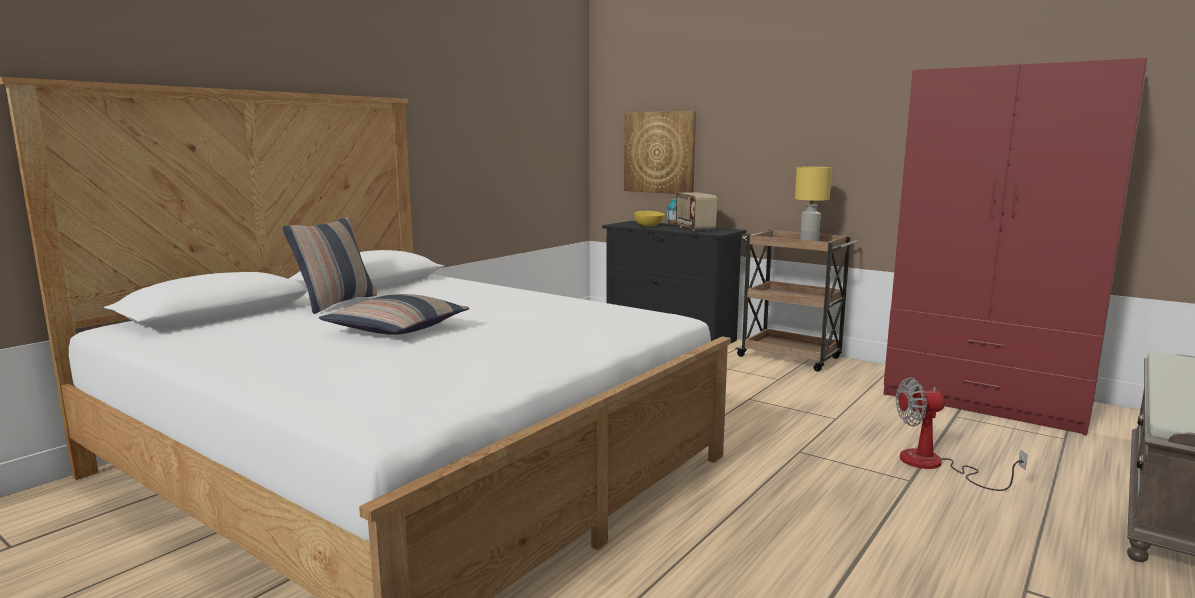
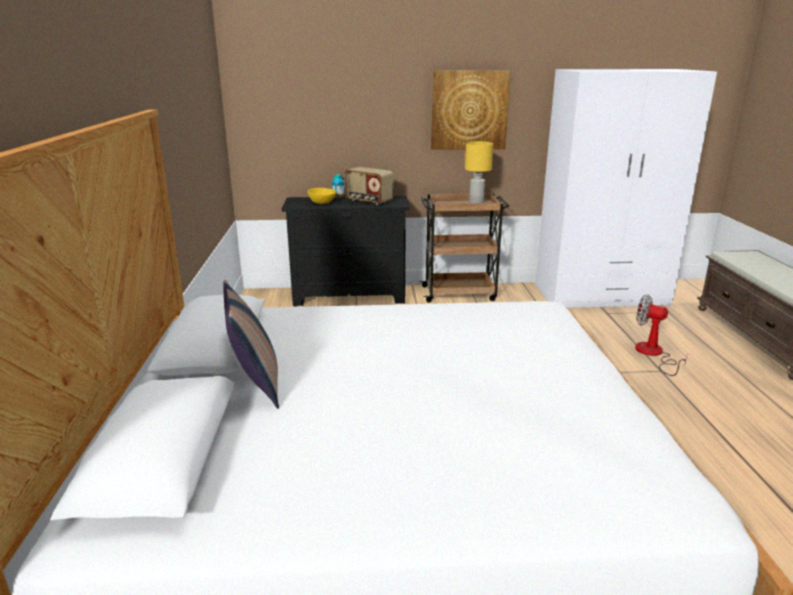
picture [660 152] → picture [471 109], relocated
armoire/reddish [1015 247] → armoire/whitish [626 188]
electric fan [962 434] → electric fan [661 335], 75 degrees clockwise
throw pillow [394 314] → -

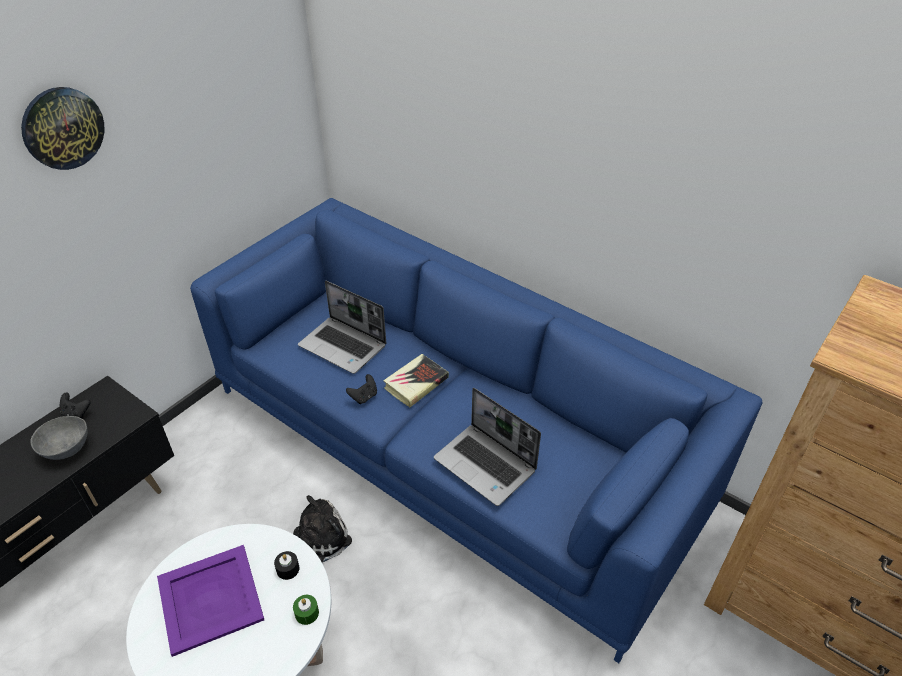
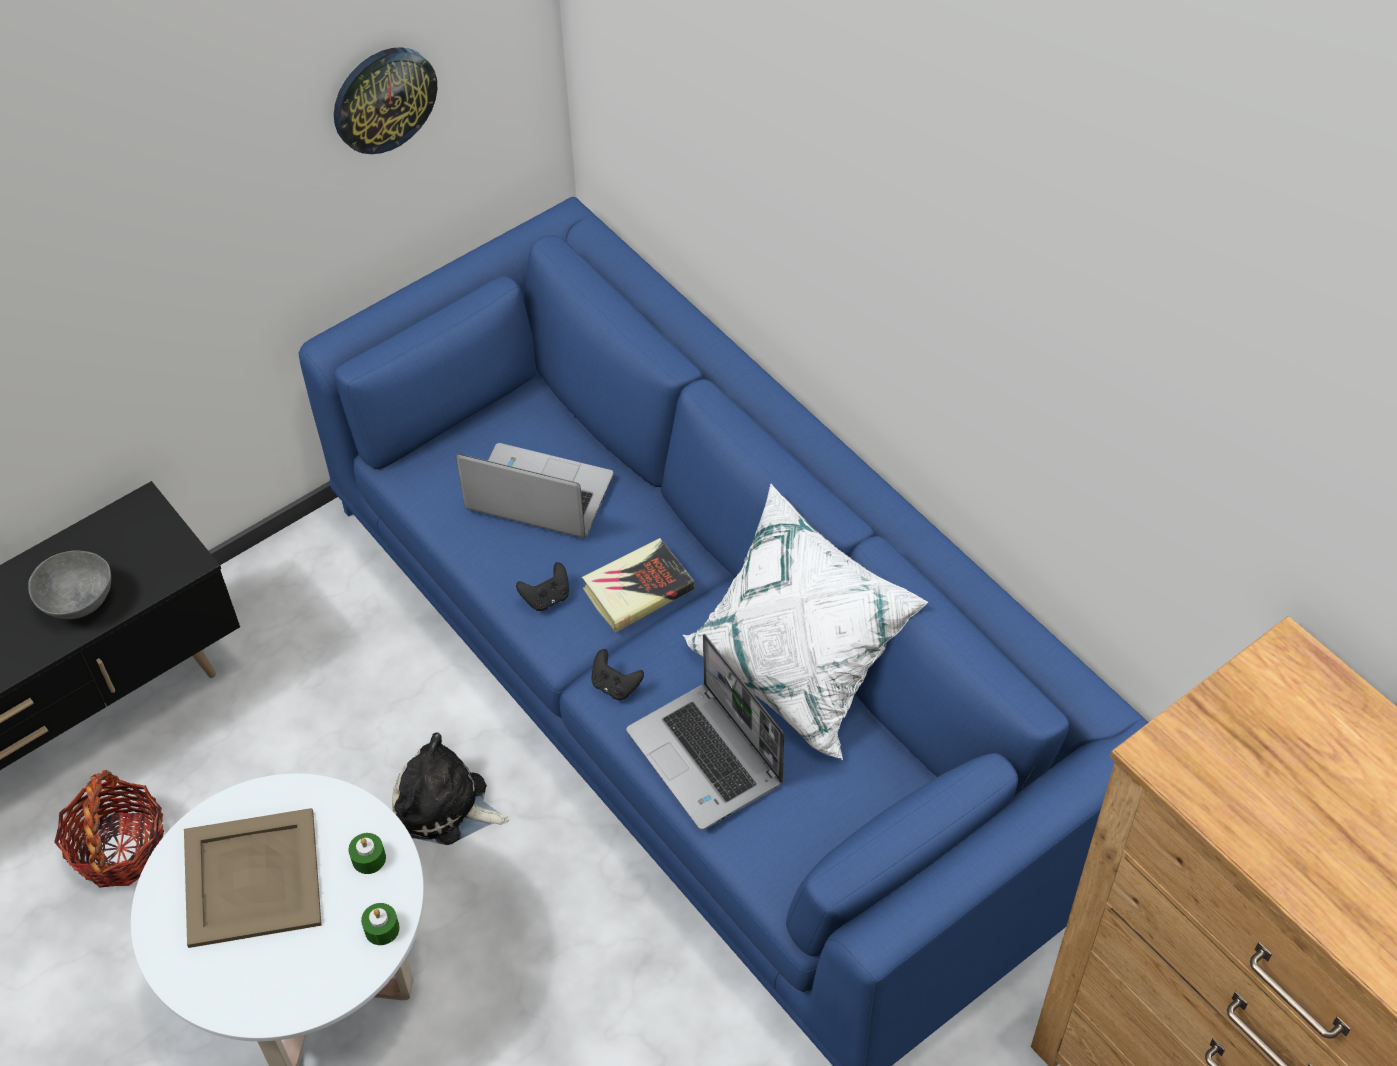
- → basket [109 829]
serving tray/purple-coloured [210 601] → serving tray/beige-coloured [253 878]
wall clock [62 128] → wall clock [385 100], relocated
wax candle/black [287 565] → wax candle/green-coloured [367 853]
plush toy [322 528] → plush toy [450 788], 135 degrees counterclockwise
laptop [342 327] → laptop [534 490], 150 degrees clockwise
gamepad/black [75 405] → gamepad/black [617 674], relocated
- → throw pillow/whitish [805 622]

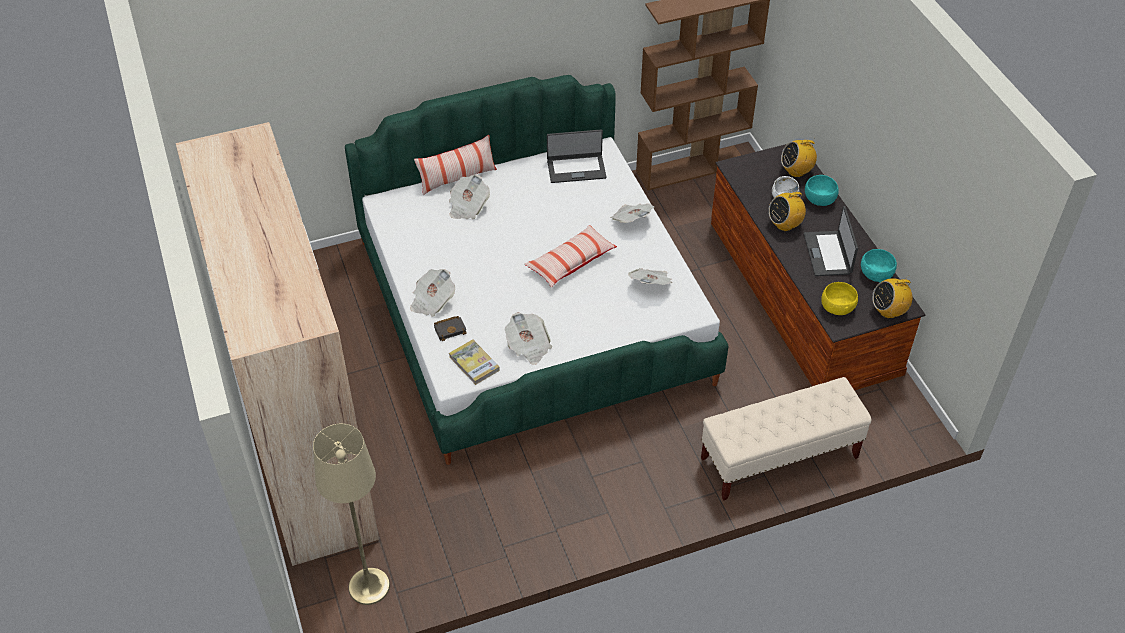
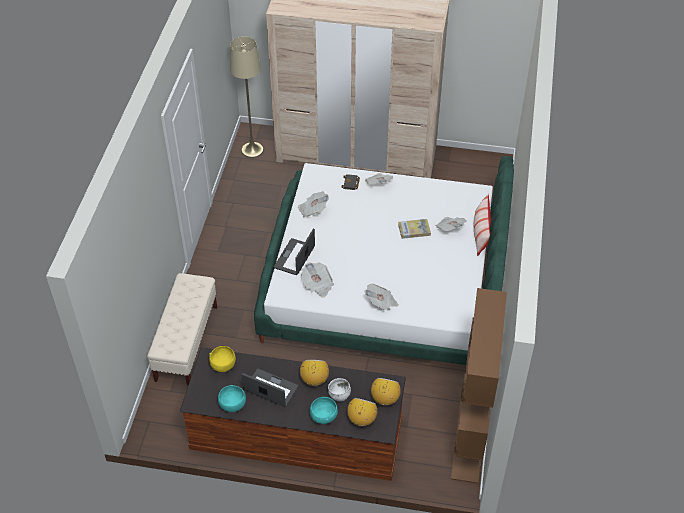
laptop [577 156] → laptop [294 251], relocated
radio set [892 298] → radio set [386 392], relocated
volume [474 362] → volume [414 229], relocated
throw pillow [570 256] → -

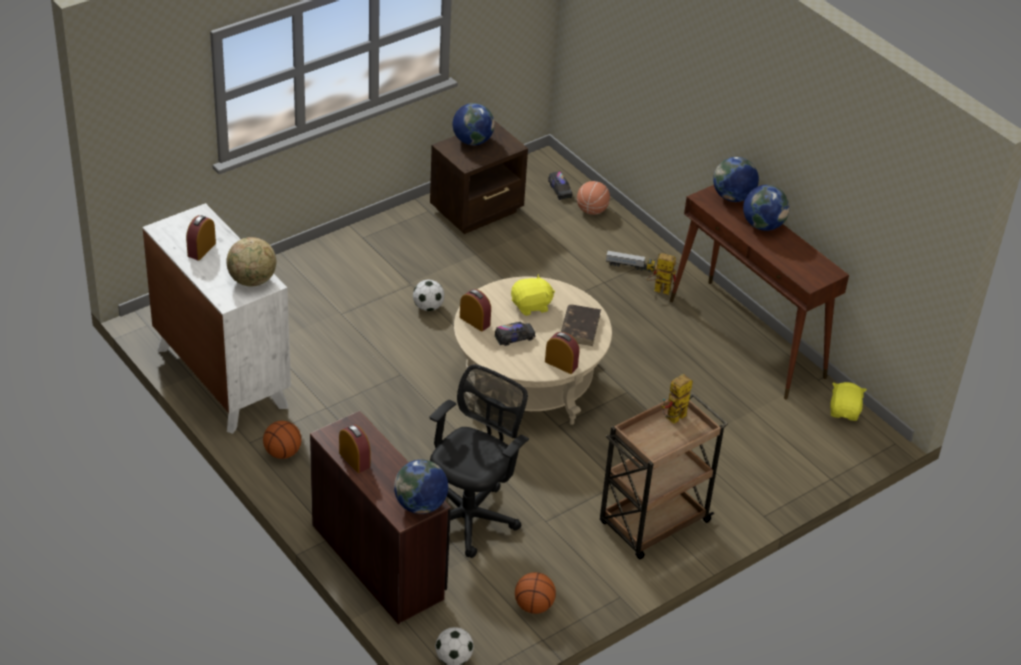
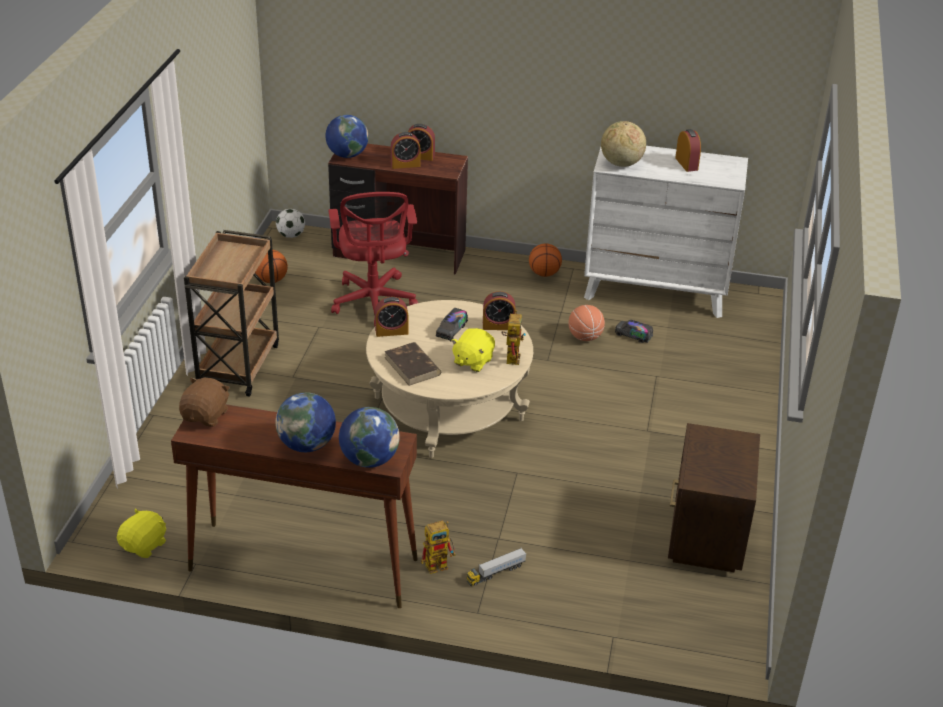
plush toy/yellow-coloured [848 401] → plush toy/yellow-coloured [141 533], 120 degrees counterclockwise
- → plush toy/brown [204 401]
office chair/black [479 461] → office chair/reddish [373 259]
- → alarm clock [406 150]
model robot [677 399] → model robot [513 337], relocated
basketball [593 198] → basketball [587 323], relocated
toy lorry [560 185] → toy lorry [634 331], relocated
ball for football [428 295] → -
globe [474 124] → -

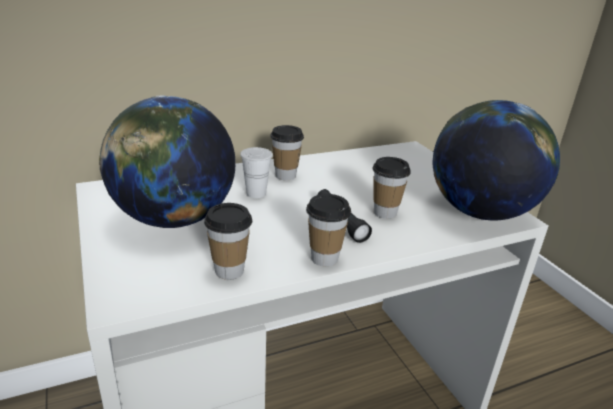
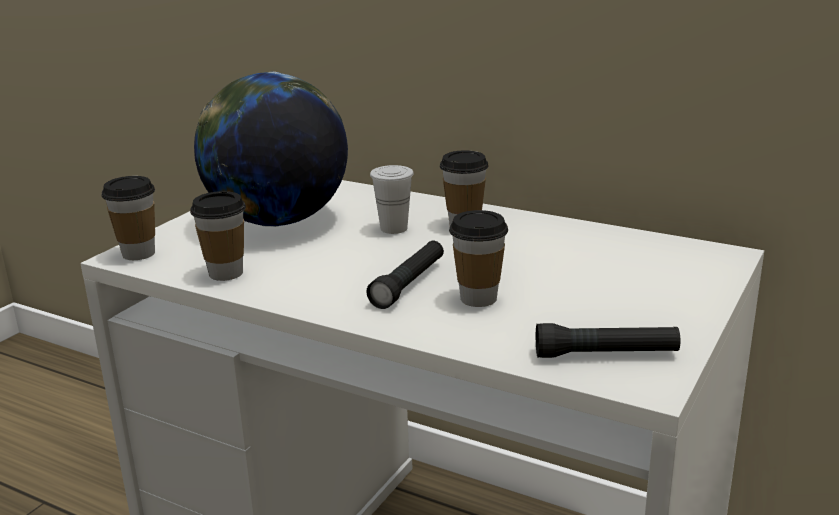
small cup [328 230] → small cup [128 218], relocated
globe [496 160] → hand torch/black [608 340]

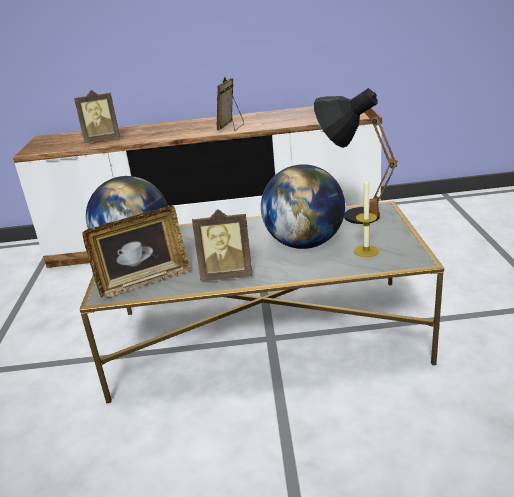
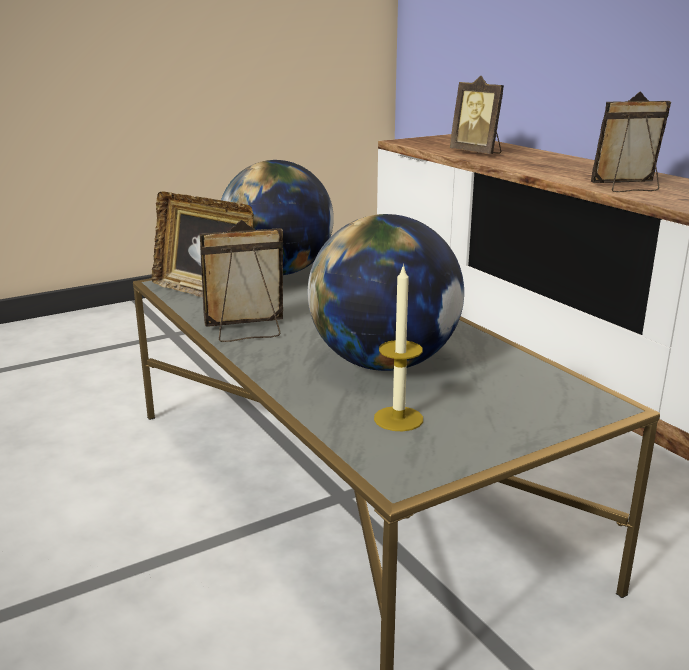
picture frame [222 245] → picture frame [241 281], 105 degrees clockwise
table lamp/black [356 156] → -

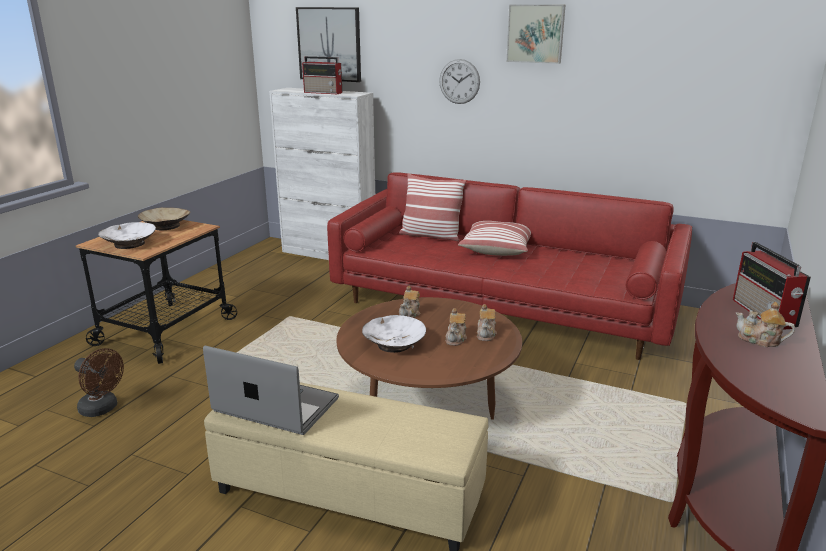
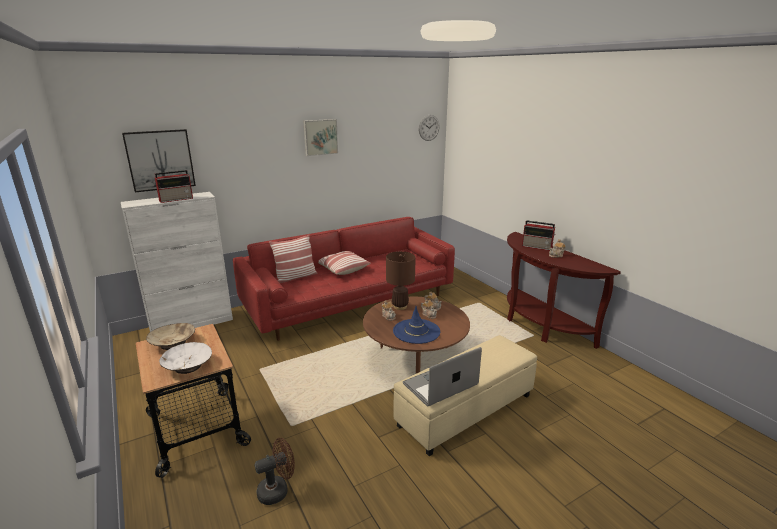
- → table lamp/brown [401 280]
deep dish/whitish [394 334] → wearable hat/blue-coloured [416 325]
wall clock [459 81] → wall clock [429 128], relocated

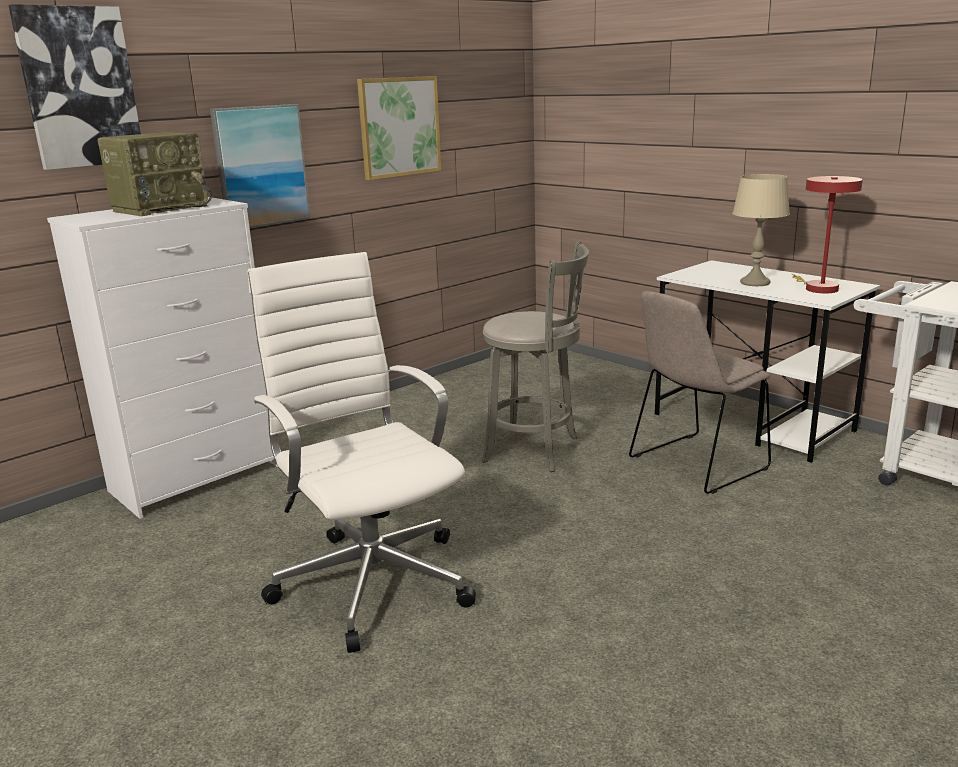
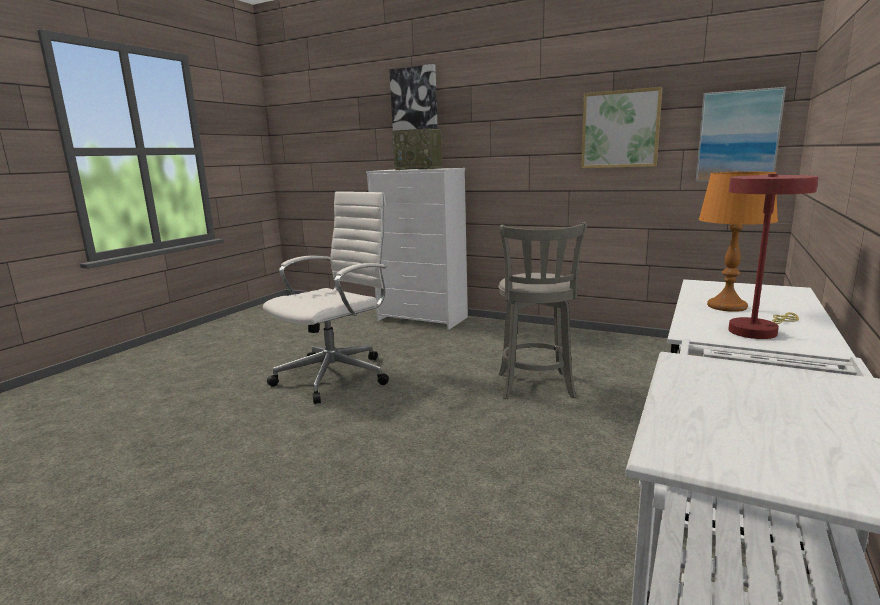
picture [260 166] → picture [740 134], relocated
table lamp/beige-coloured [761 230] → table lamp/orangey [738 242]
upright chair/beige-coloured [700 392] → -

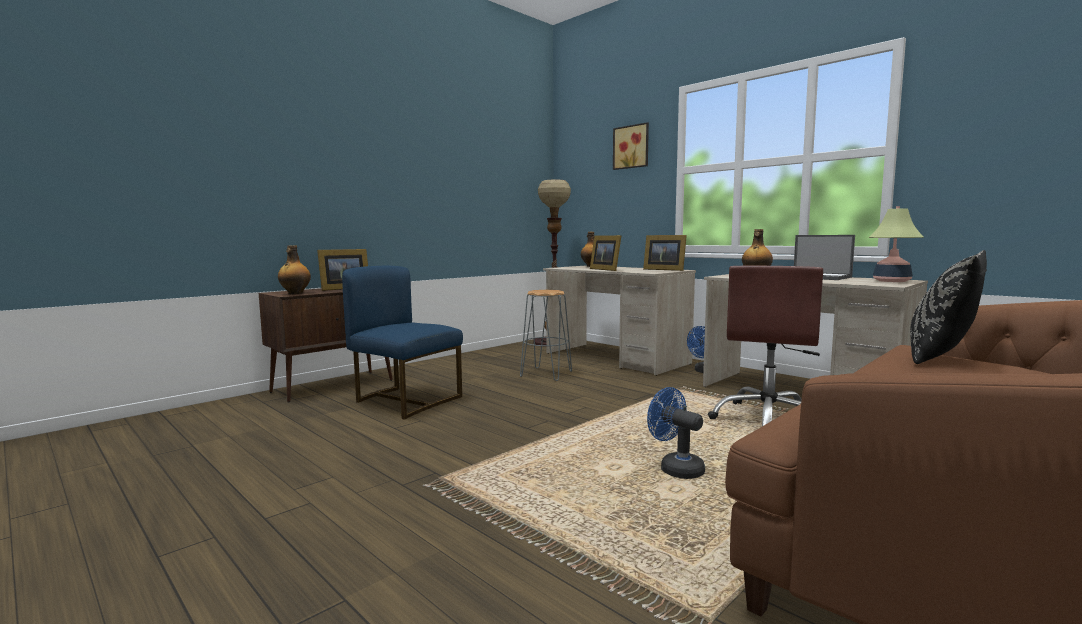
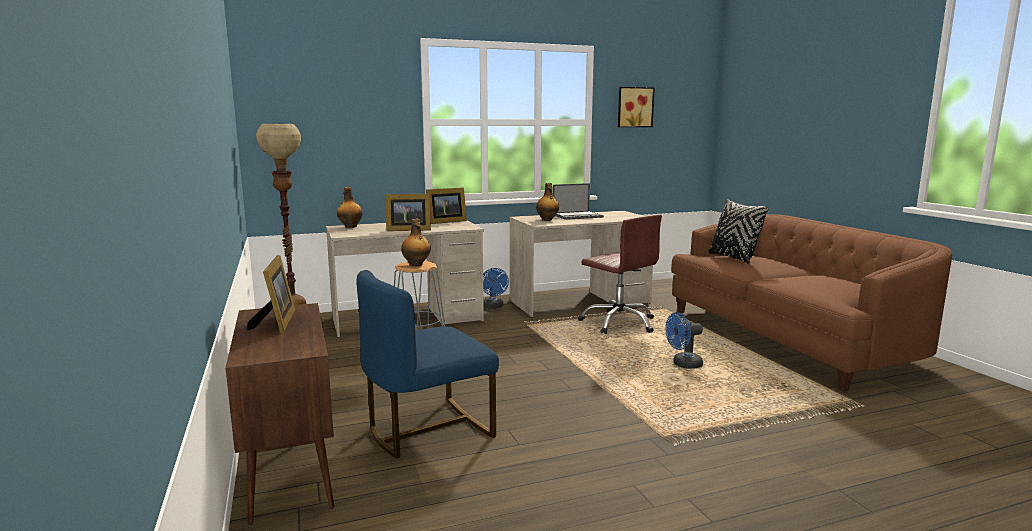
bottle [294 269] → bottle [416 242], relocated
picture [631 146] → picture [636 107], relocated
table lamp [896 244] → -

